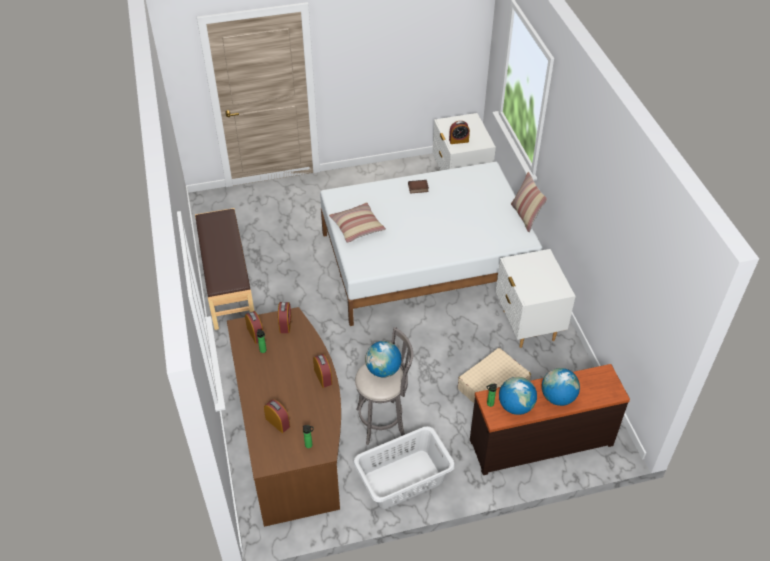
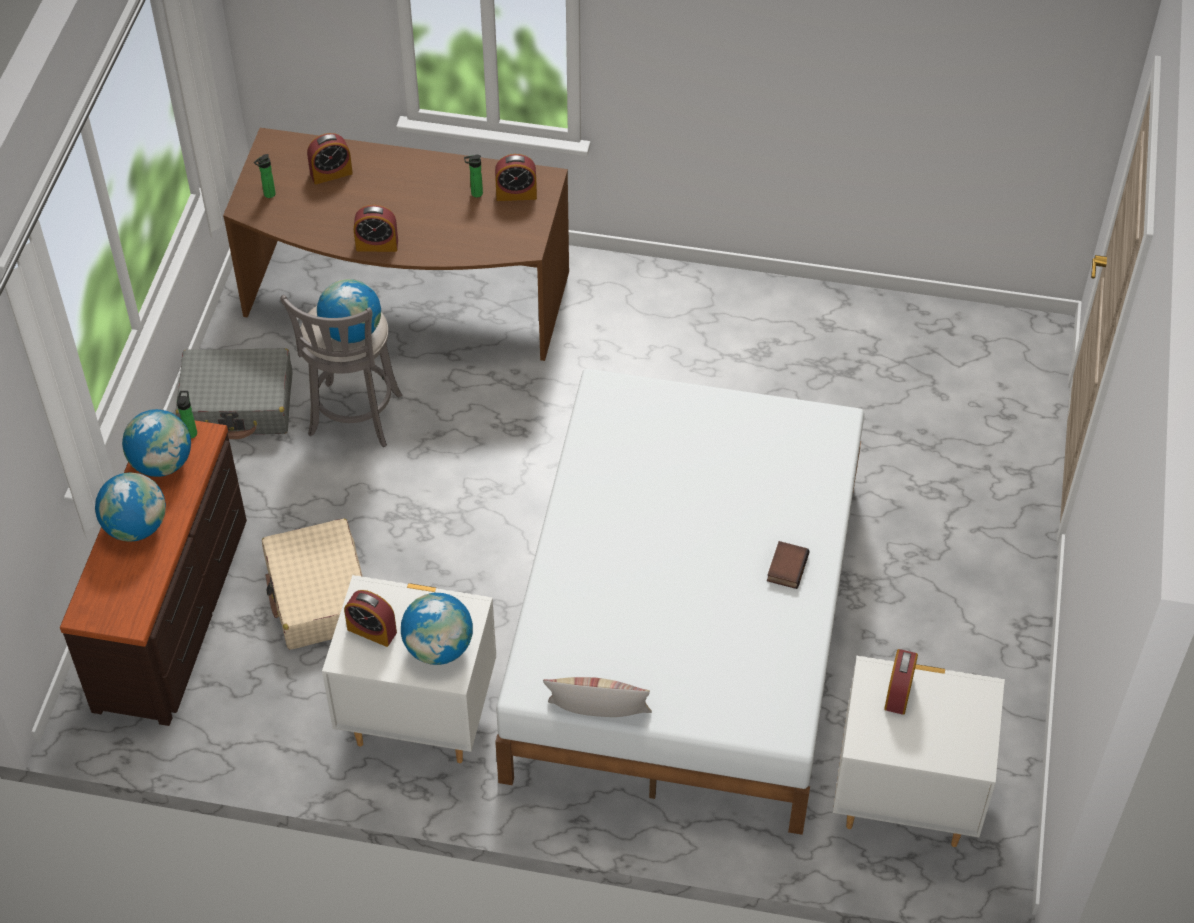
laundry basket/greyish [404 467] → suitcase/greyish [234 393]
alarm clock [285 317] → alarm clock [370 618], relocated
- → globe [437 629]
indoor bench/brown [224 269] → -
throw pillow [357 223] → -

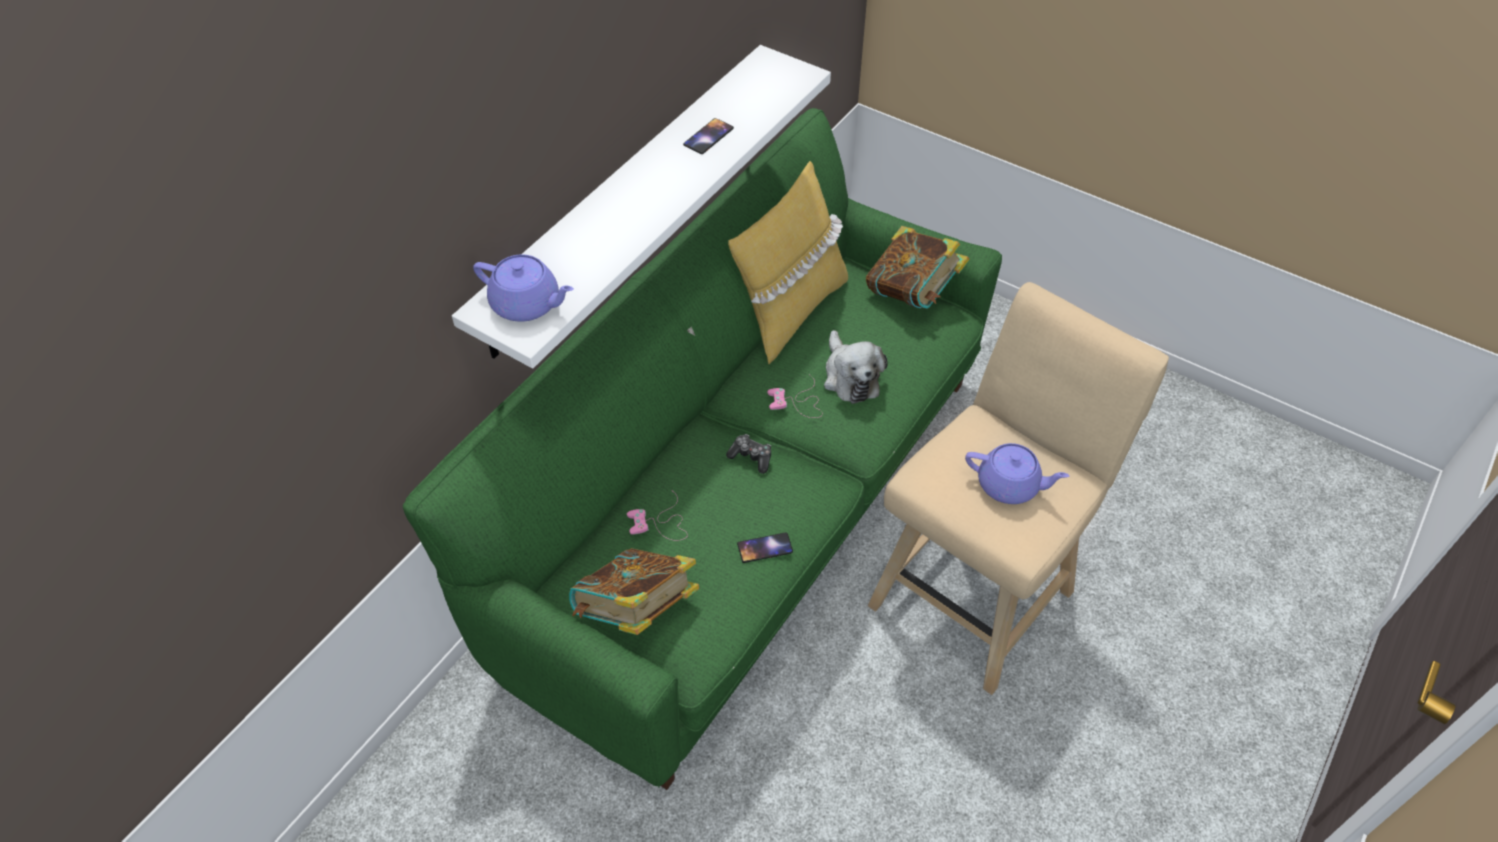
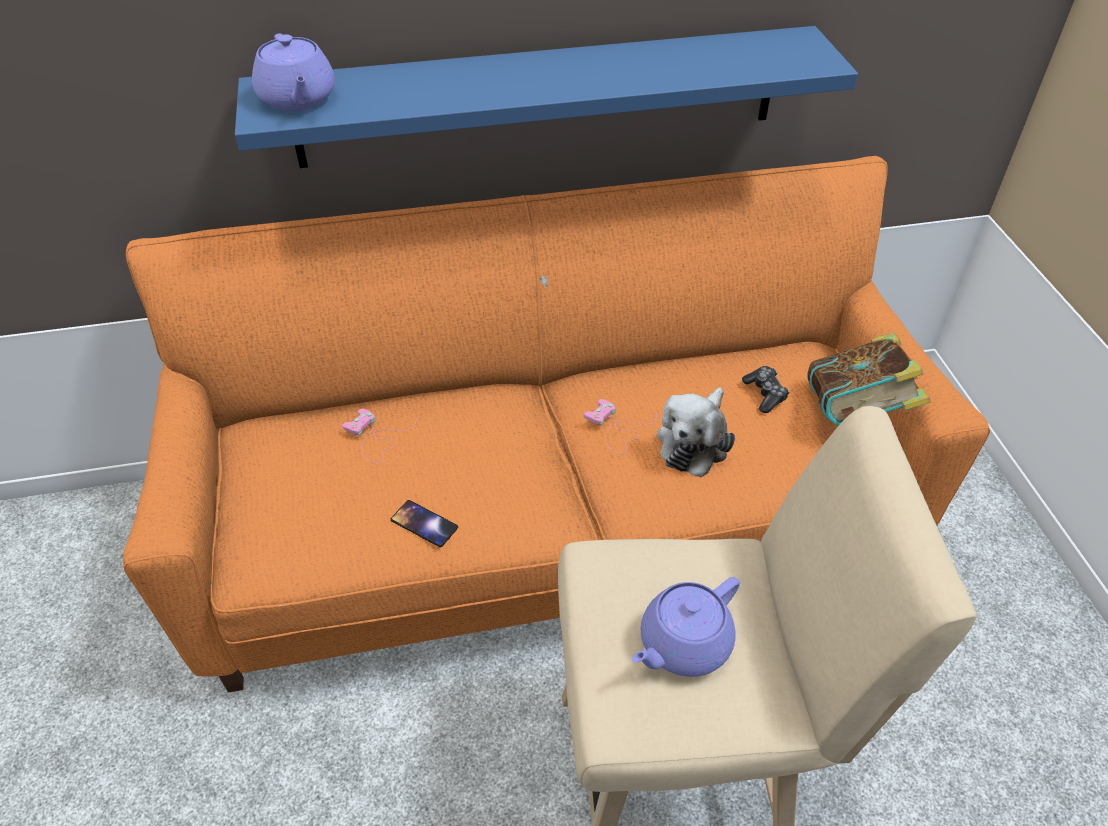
settee/green-coloured [702 449] → settee/orangey [556 424]
wall shelf/whitish [641 206] → wall shelf/blue-coloured [546 97]
pot for tea/purple-coloured [1017 473] → pot for tea/purple-coloured [686 627], 75 degrees clockwise
gamepad [748 454] → gamepad [766 389], relocated
volume [634 591] → -
phone [708 136] → -
throw pillow/yellow-coloured [788 262] → -

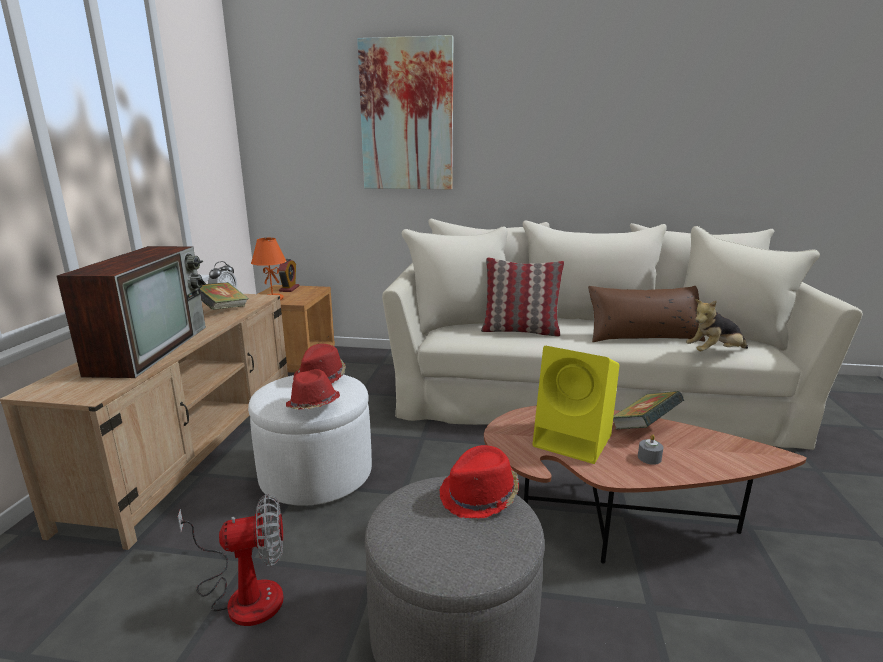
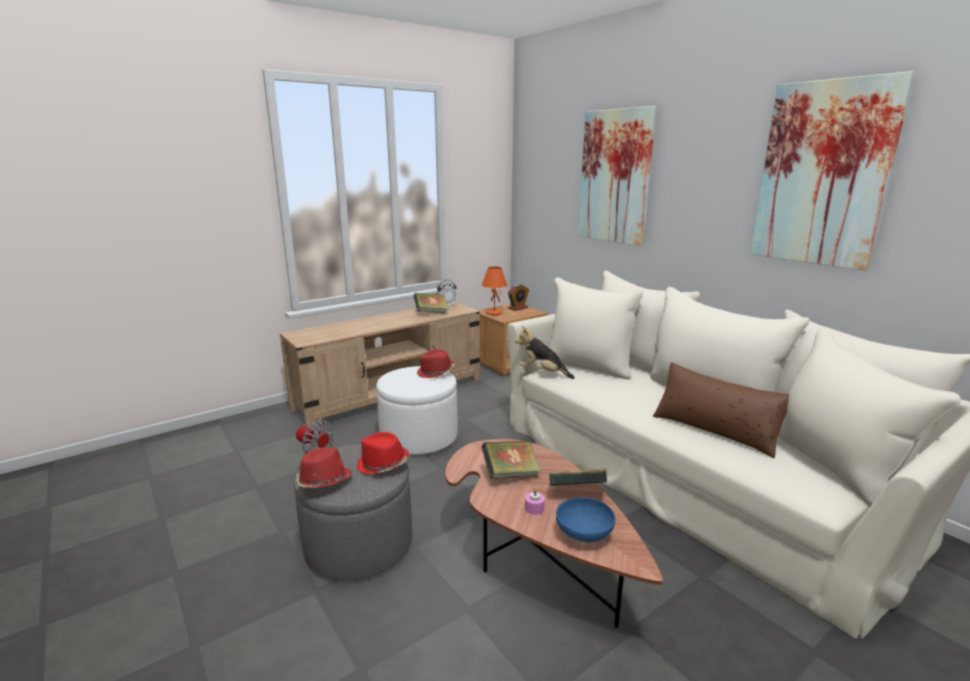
wearable hat/reddish [313 389] → wearable hat/reddish [324 468], relocated
loudspeaker/yellow-coloured [576 405] → volume [511 460]
plush toy [717 325] → plush toy [545 352], relocated
wax candle/greyish [650 449] → wax candle/pink-coloured [535 502]
- → deep dish/blue-coloured [585 519]
- → picture [832 171]
TV set [131 312] → -
throw pillow [522 297] → -

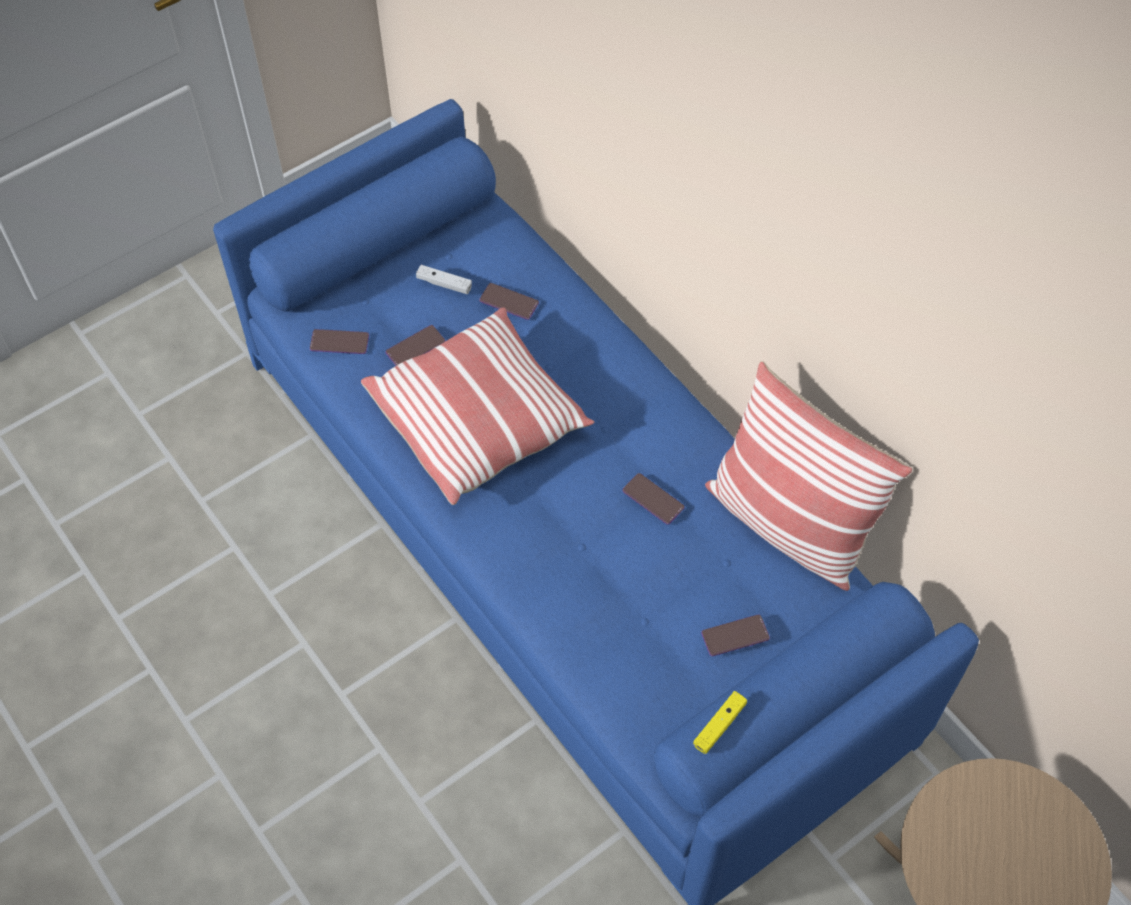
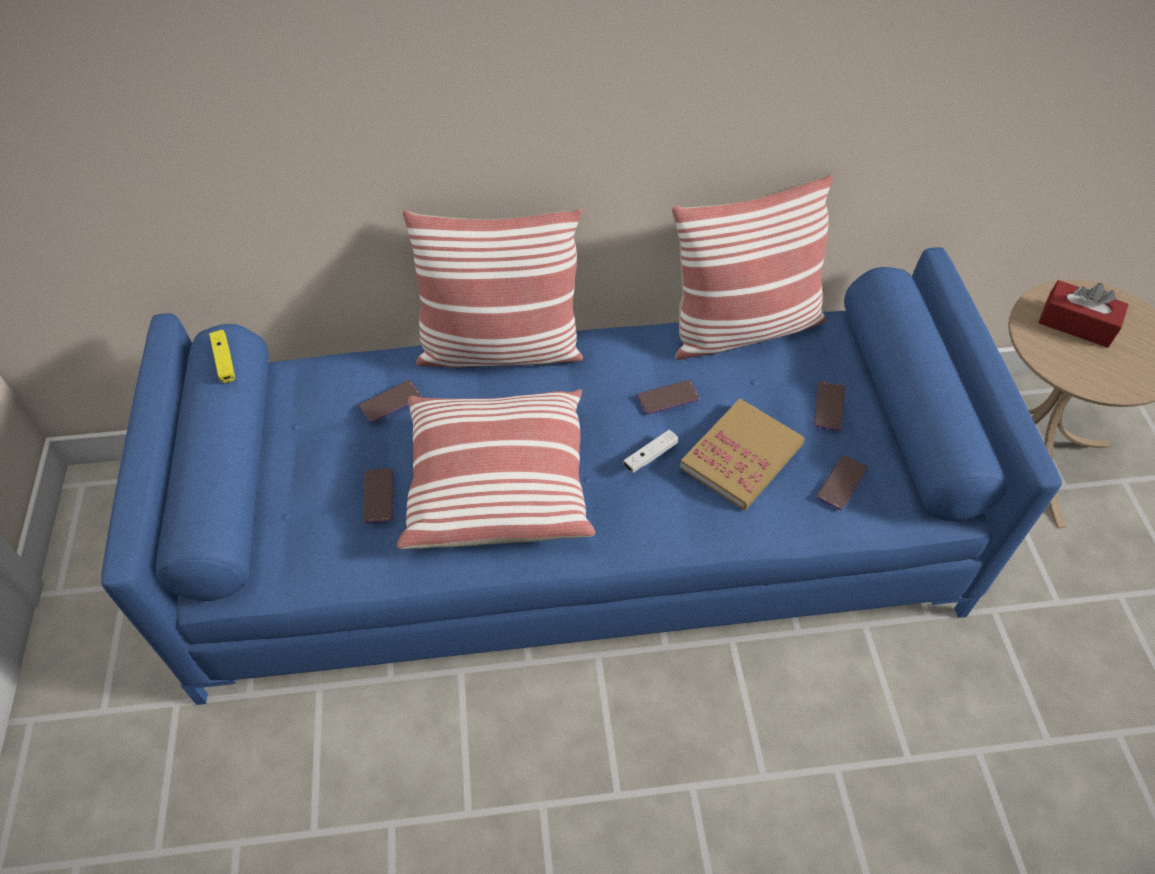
gamepad/yellow-coloured [720 722] → gamepad/yellow-coloured [222 356], relocated
- → throw pillow [493 288]
gamepad/whitish [444 279] → gamepad/whitish [650 451], relocated
- → volume [742 454]
phone [339 341] → phone [842 482], relocated
- → tissue holder/reddish [1083 314]

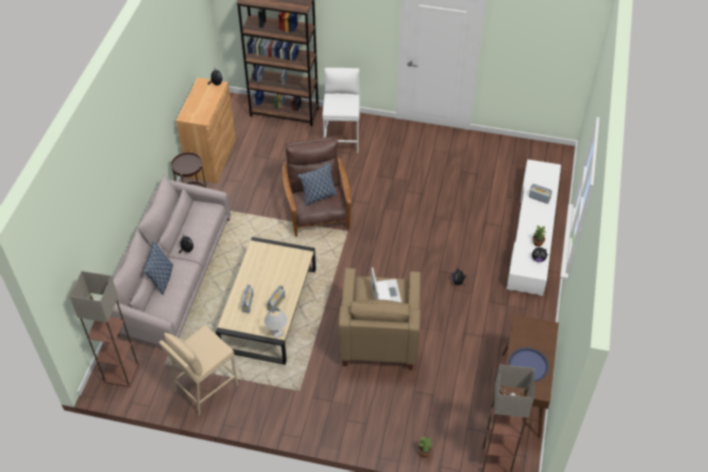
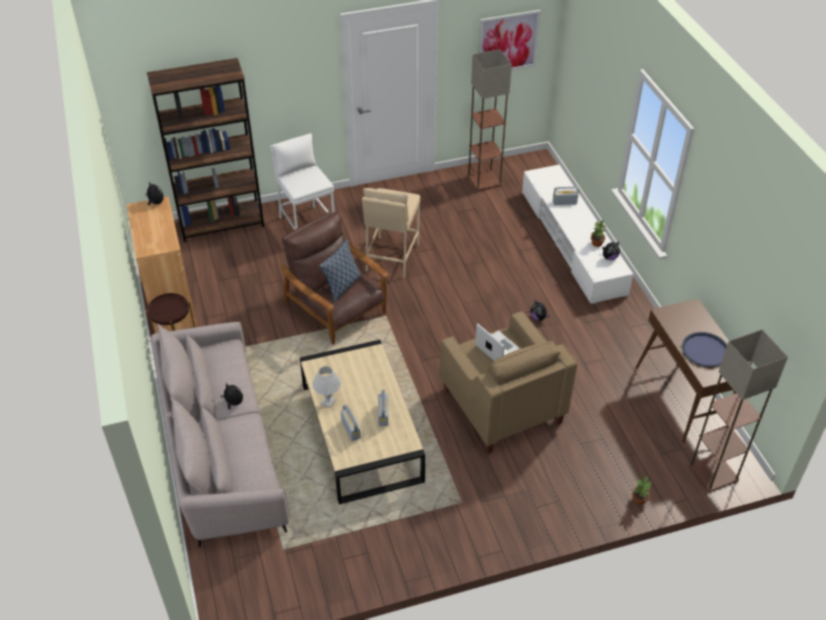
table lamp/whitish [276 323] → table lamp/whitish [326 387], relocated
stool/beige-coloured [198 370] → stool/beige-coloured [391 233], relocated
floor lamp [104 329] → floor lamp [489 120], relocated
- → picture [509 40]
throw pillow [158 268] → -

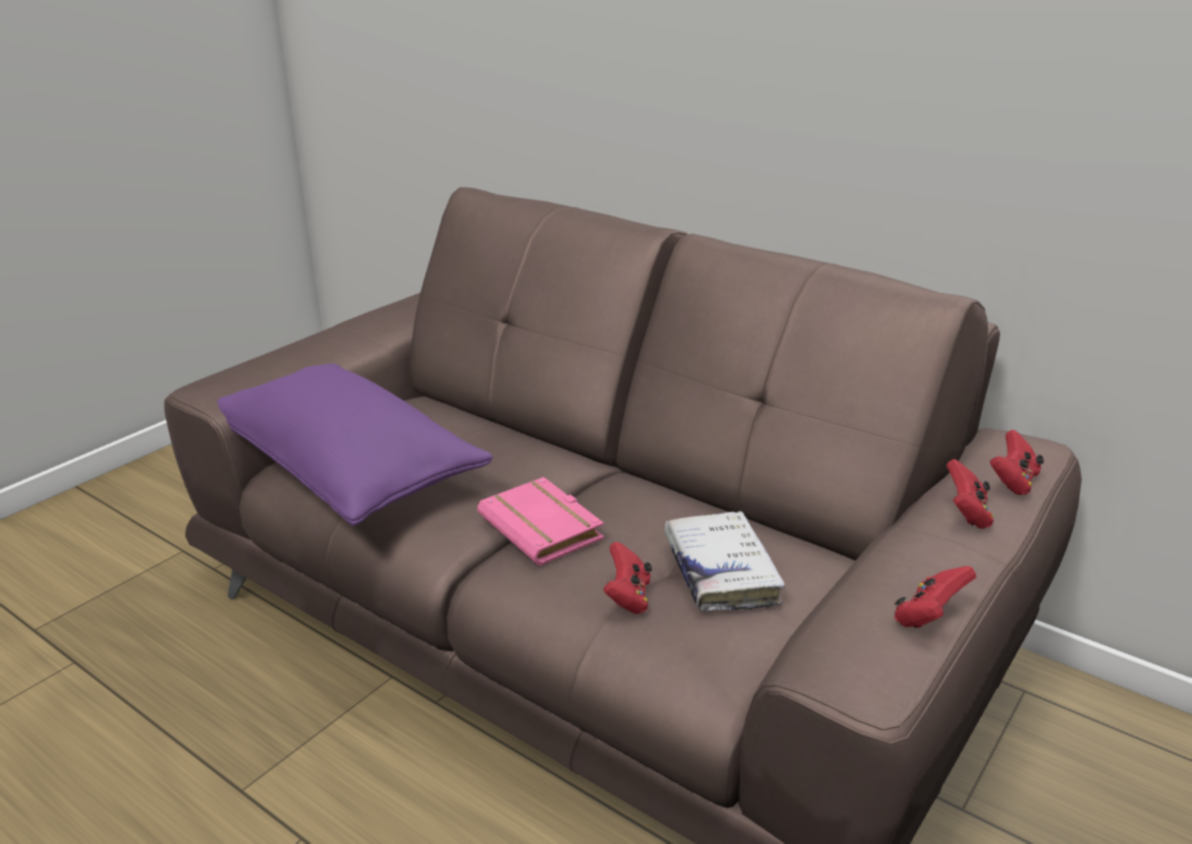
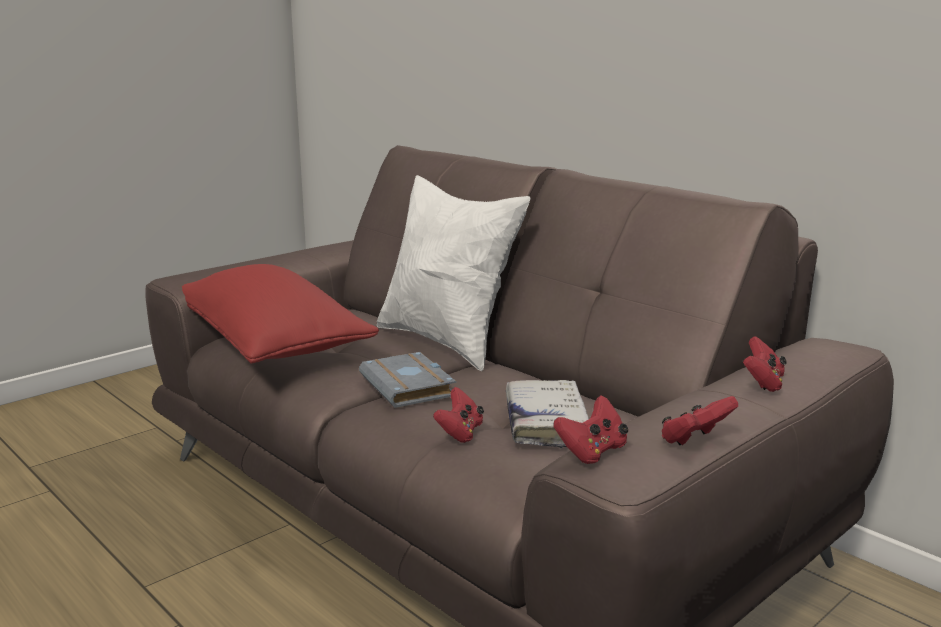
throw pillow/purple-coloured [355 444] → throw pillow/reddish [280 314]
volume/pink-coloured [540 521] → volume/greyish [407 380]
- → throw pillow/whitish [453 273]
gamepad/reddish [1017 462] → gamepad/reddish [591 429], relocated

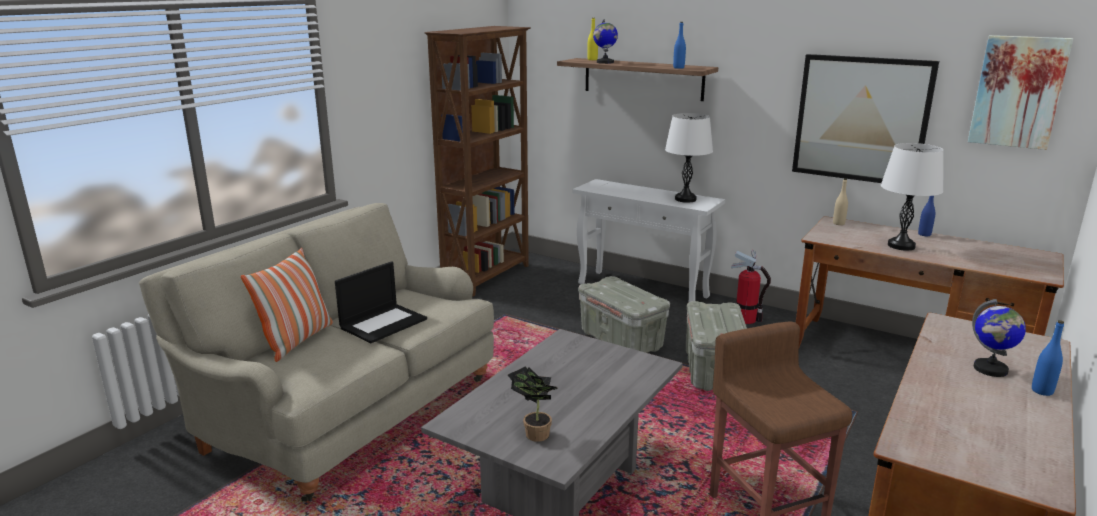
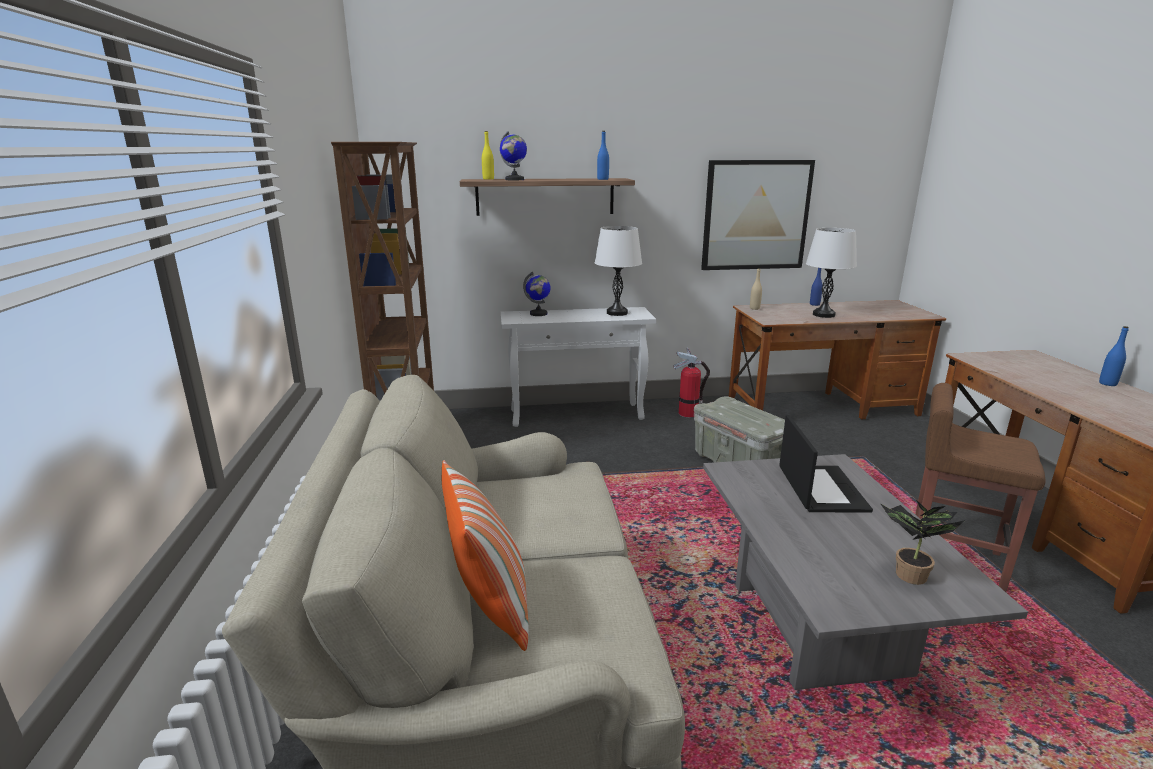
globe [999 338] → globe [537 294], relocated
laptop [381 302] → laptop [826 464], relocated
storage container/greyish [624 314] → -
picture [1020 92] → -

